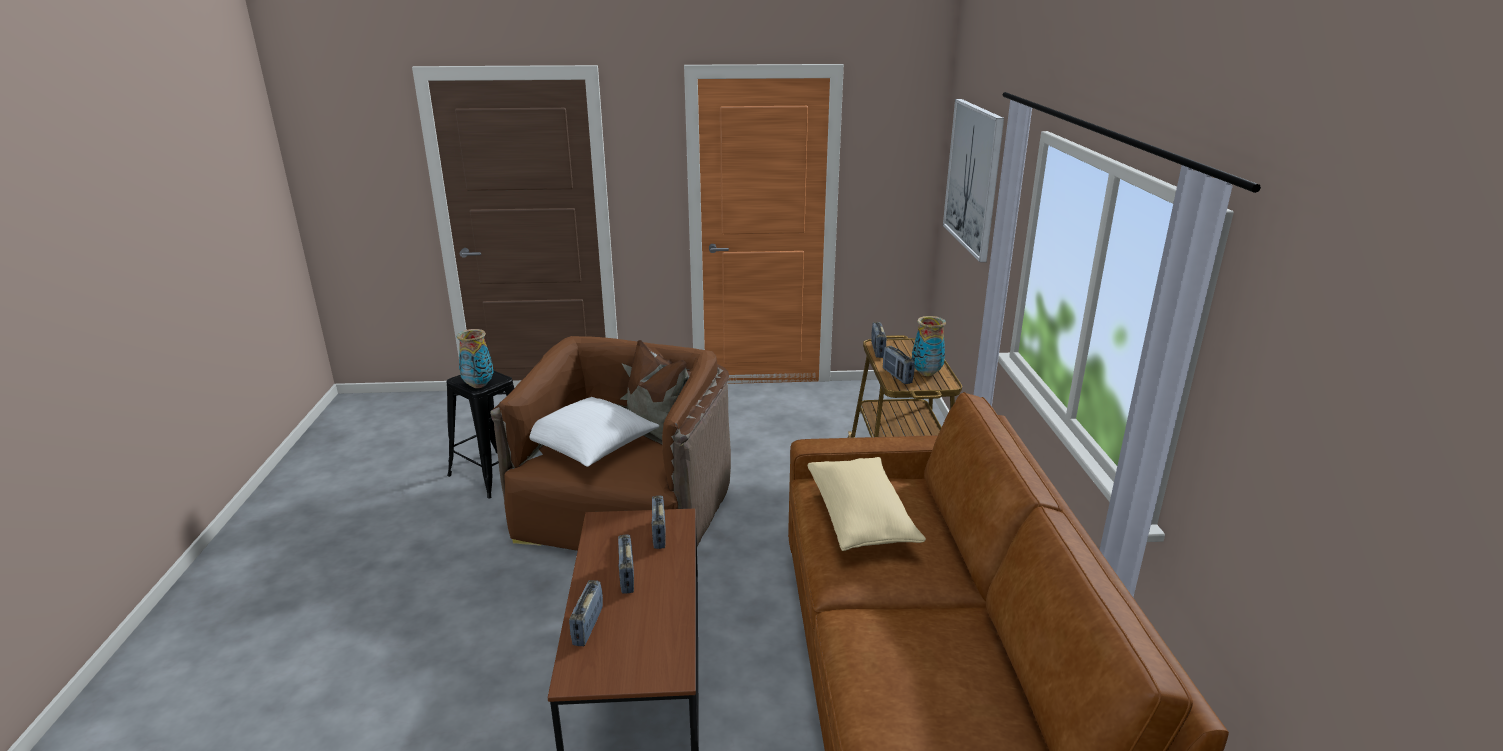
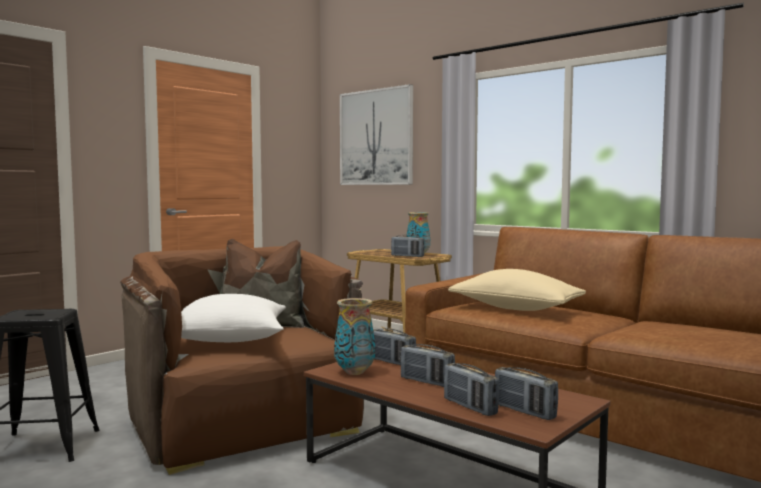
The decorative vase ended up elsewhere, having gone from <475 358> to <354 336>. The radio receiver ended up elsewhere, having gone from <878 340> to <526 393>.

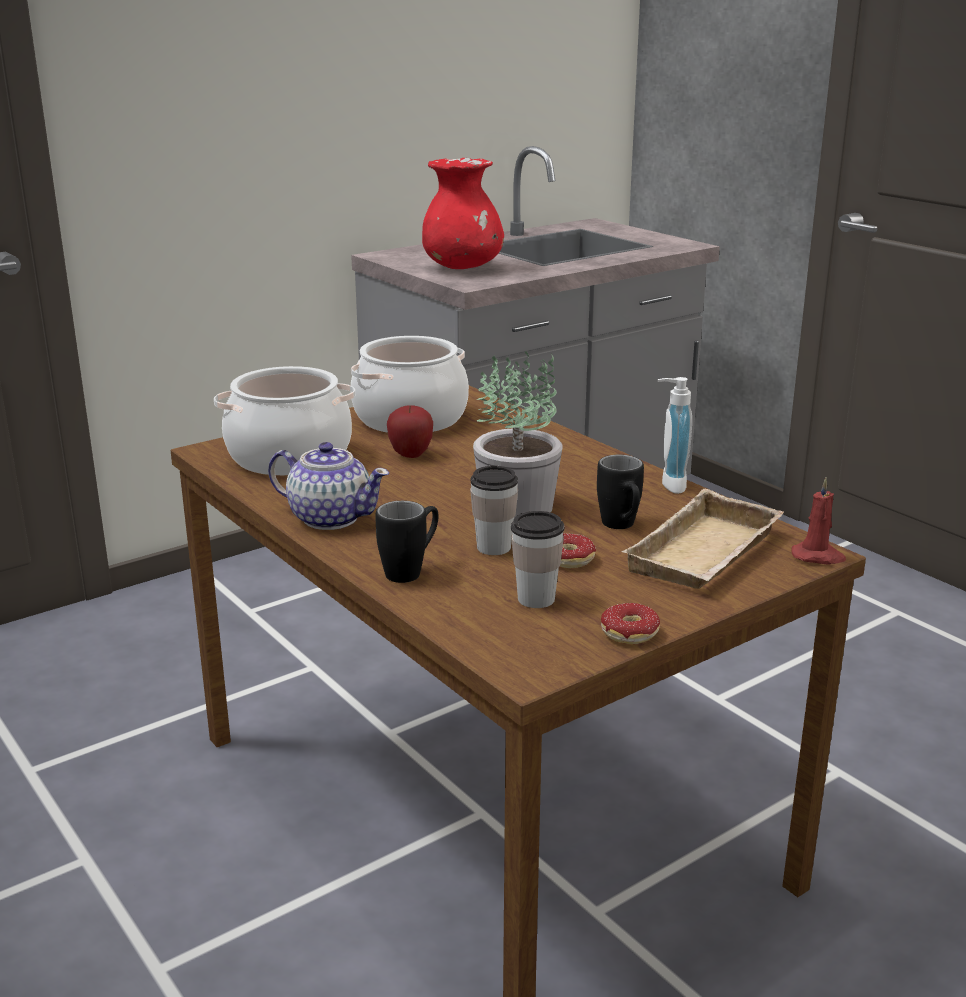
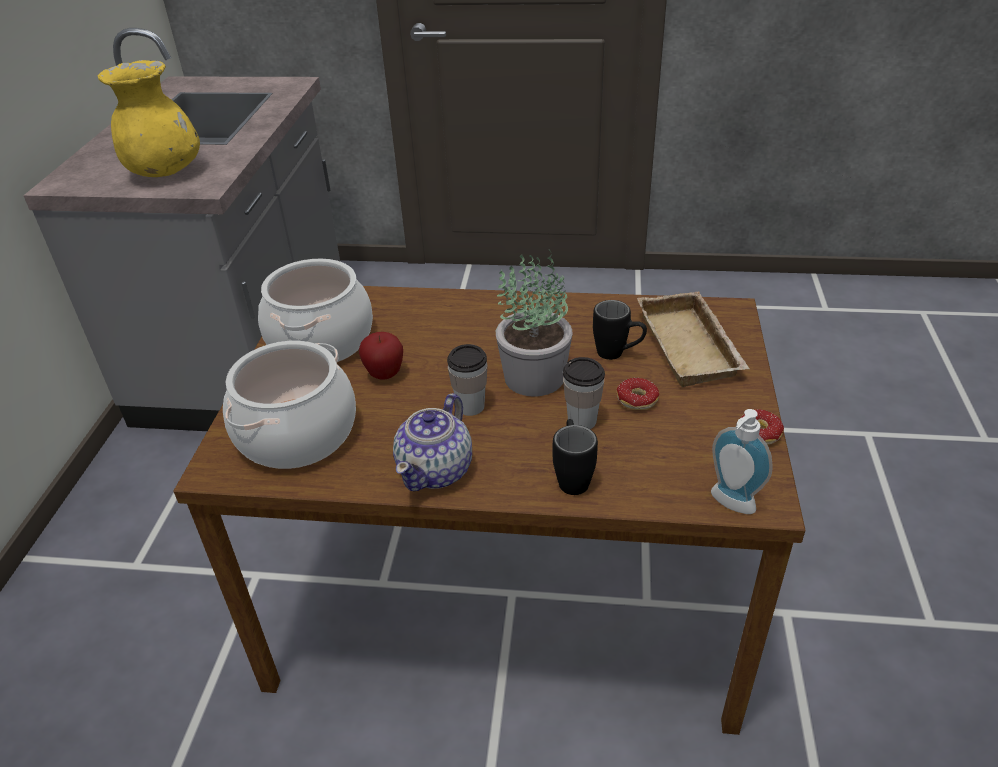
The teapot at <328 486> ended up facing another way, 135 degrees clockwise from before. What was the red decorative vase at <463 213> turned into the yellowish decorative vase at <149 118>. The small cup ended up elsewhere, having gone from <537 559> to <467 380>. The soap bottle ended up elsewhere, having gone from <674 435> to <742 461>. The second view lost the red candle at <819 520>.

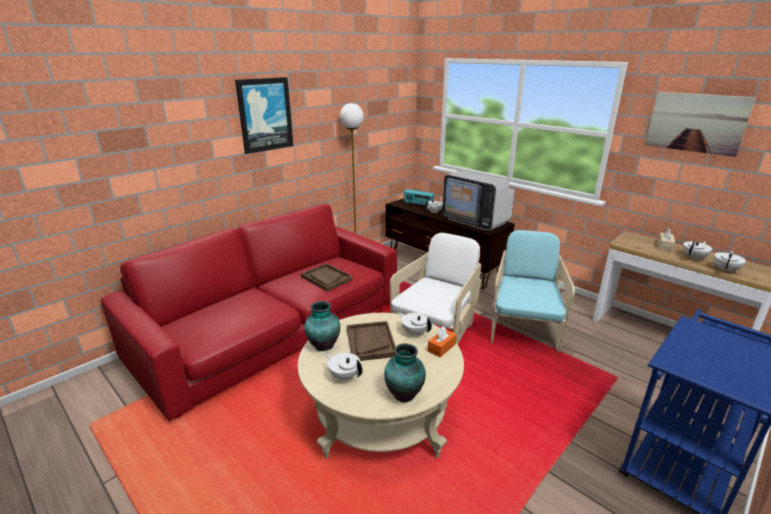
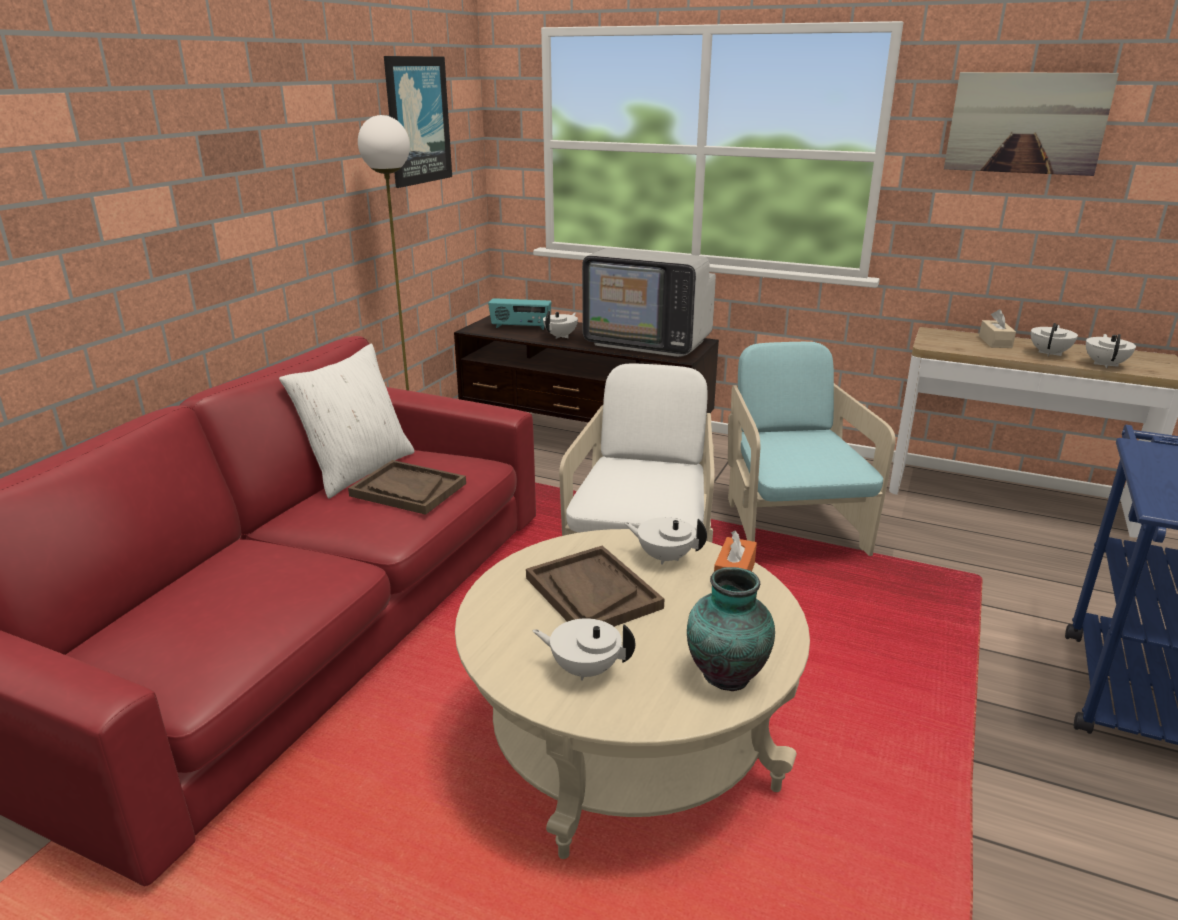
The picture ended up elsewhere, having gone from <264 115> to <418 122>. The second view lost the decorative vase at <322 326>. The second view gained the white-coloured pillow at <347 421>.

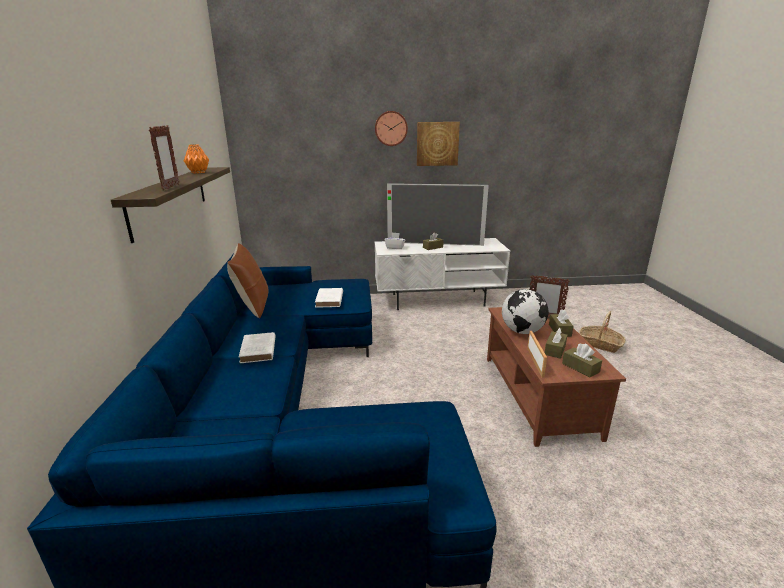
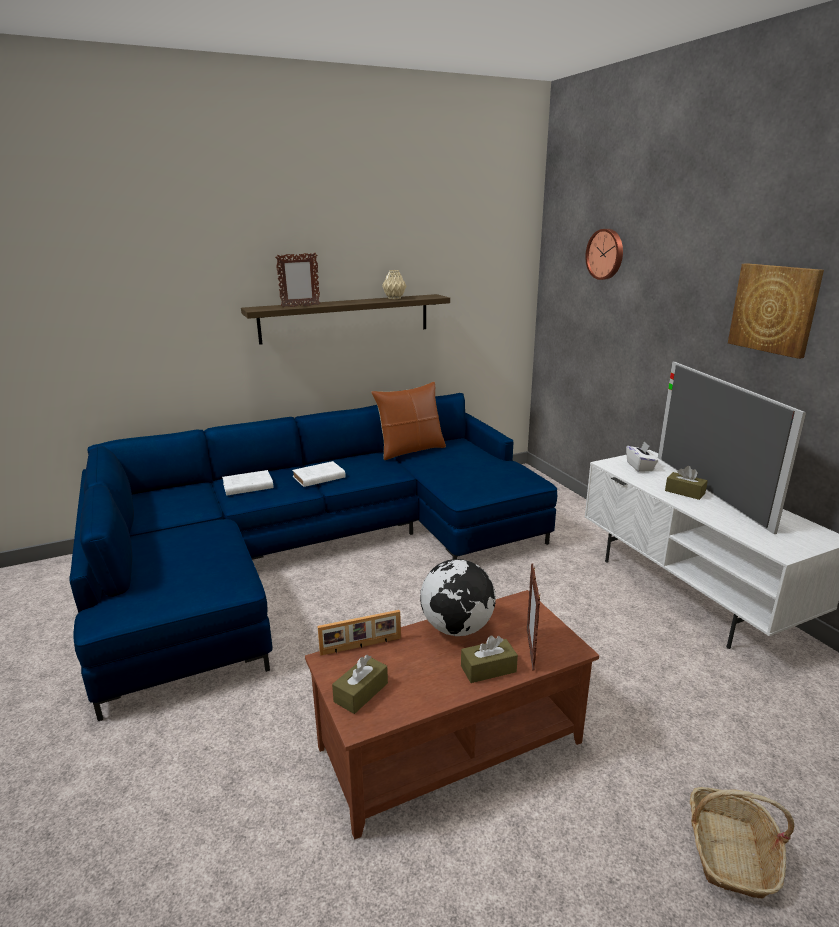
What was the orangey decorative vase at <196 159> turned into the beige-coloured decorative vase at <394 284>. The white-coloured book ended up elsewhere, having gone from <329 298> to <248 483>. The hanging clock ended up elsewhere, having gone from <391 128> to <604 254>. The second view lost the brownish box of tissues at <556 343>.

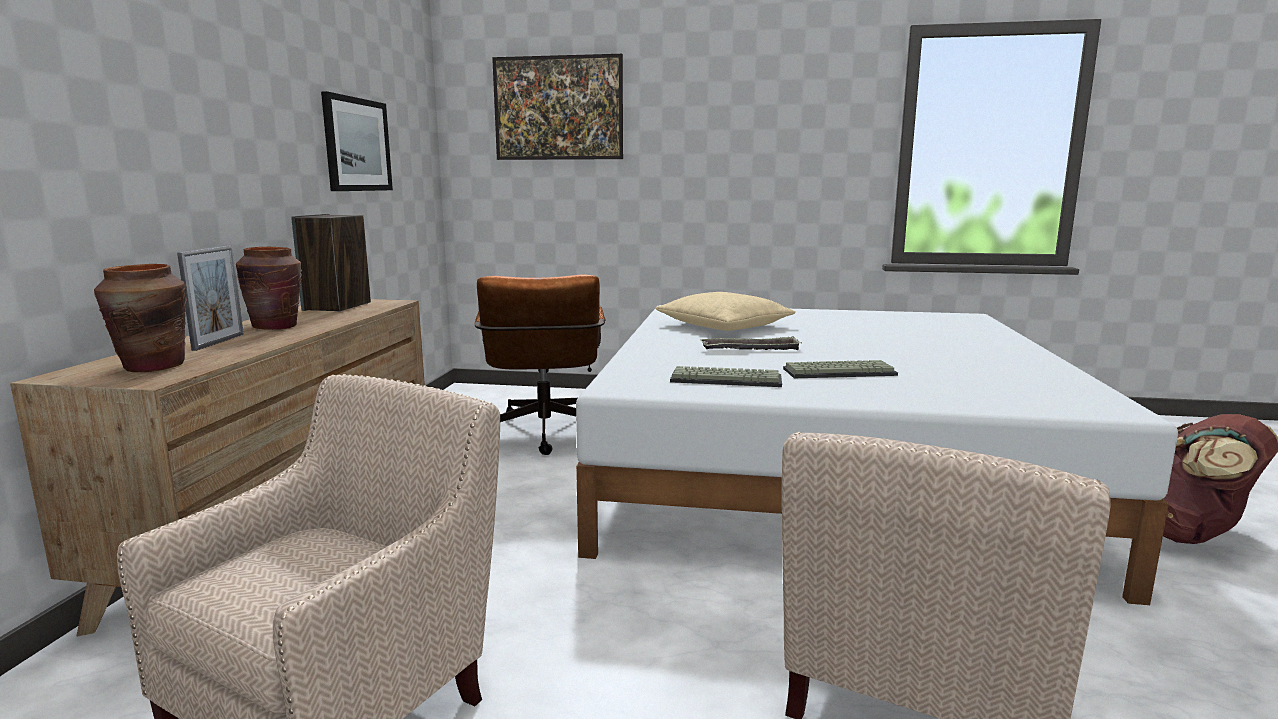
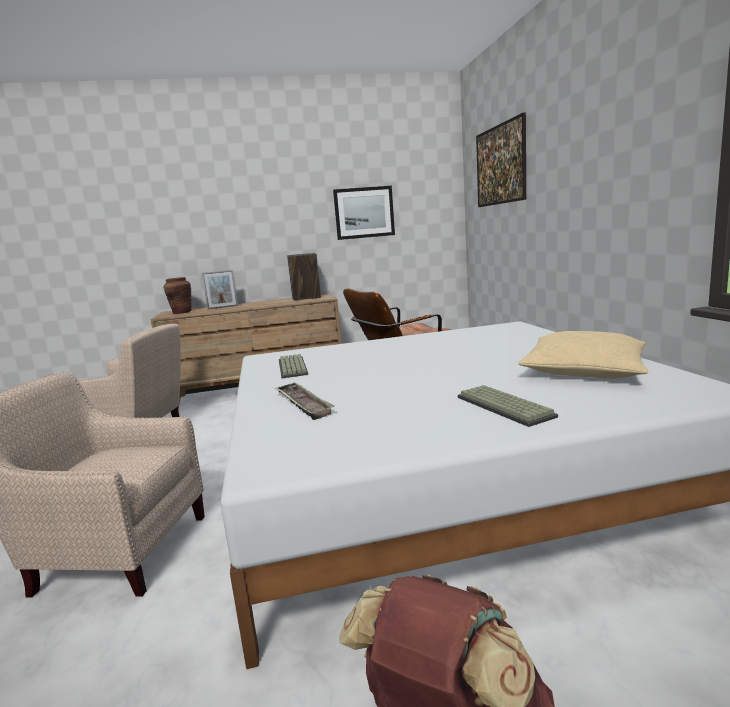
The second view lost the brownish decorative vase at <269 288>. The beige-coloured pillow ended up elsewhere, having gone from <725 311> to <583 355>. The serving tray ended up elsewhere, having gone from <750 343> to <304 401>. The PC keyboard ended up elsewhere, having gone from <840 369> to <508 406>.

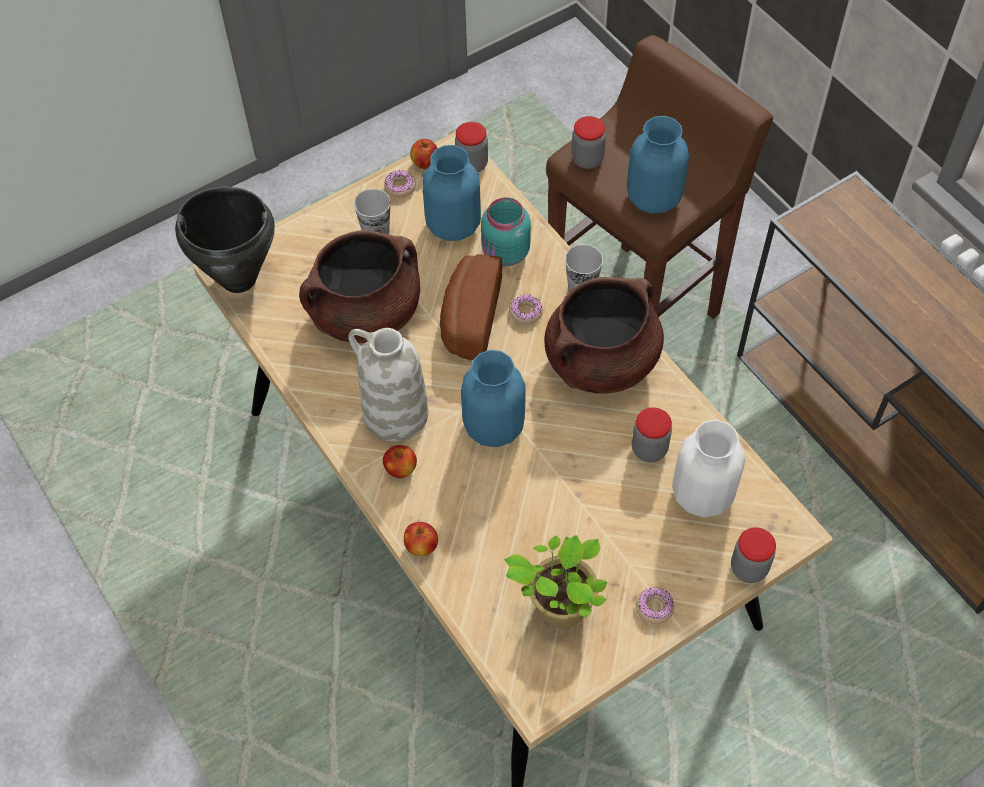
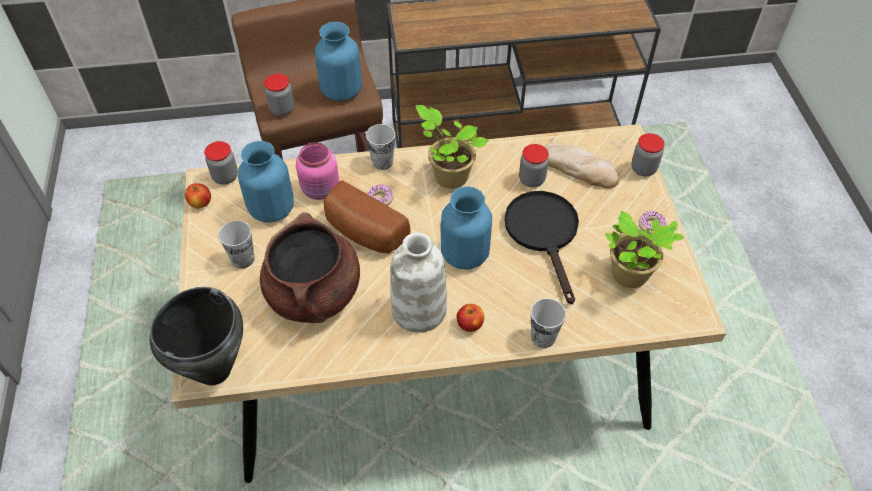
The second view lost the donut at <400 184>. Where the apple stood at <421 539>, the small cup came to stand at <548 323>. What was the blue-green preserve jar at <506 231> turned into the pink preserve jar at <317 171>. Where the brownish stockpot stood at <604 335>, the houseplant came to stand at <452 147>. Where the white-coloured decorative vase stood at <708 468>, the bread came to stand at <582 165>. The second view gained the black-coloured frying pan at <541 248>.

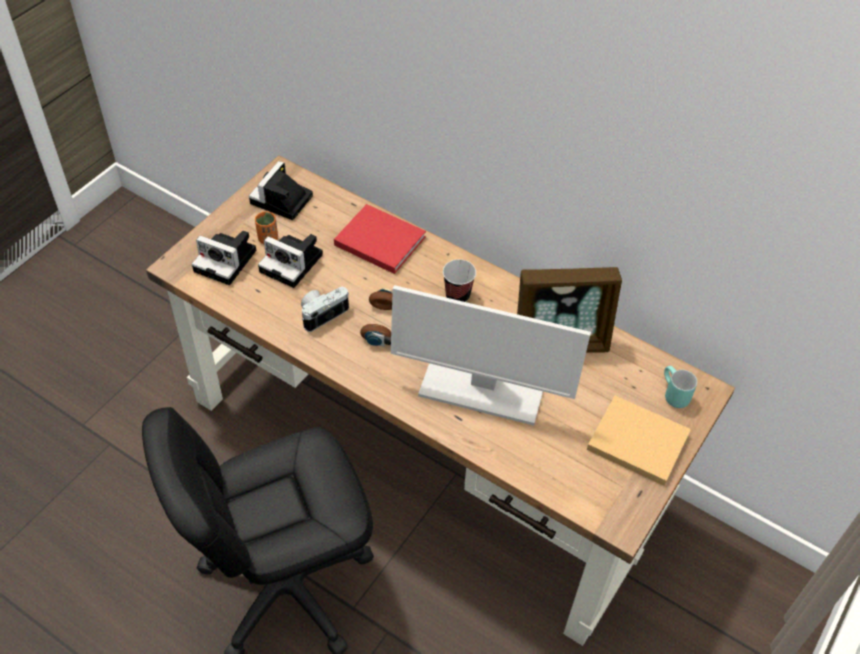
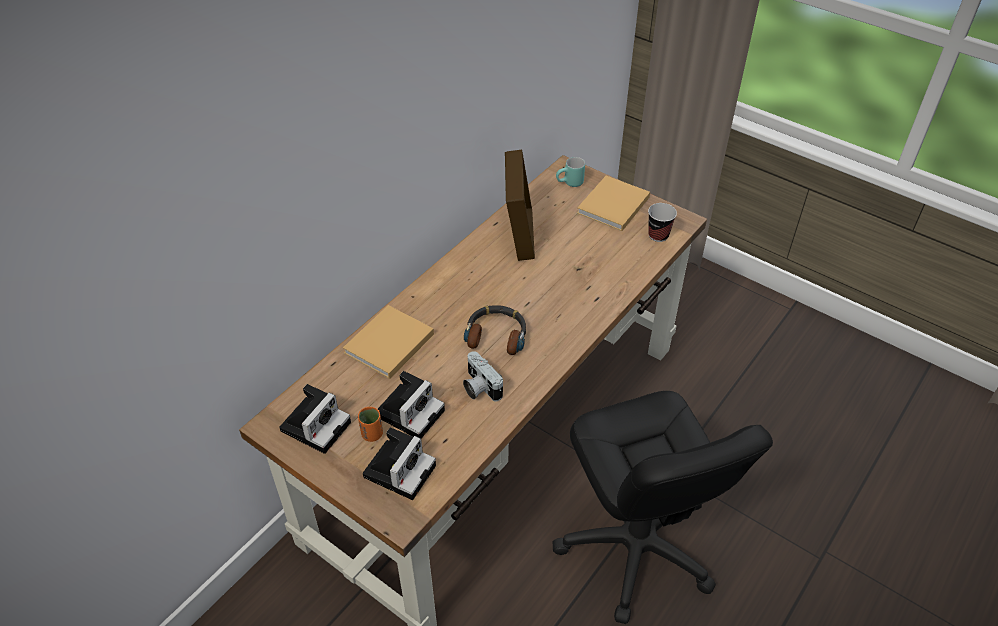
The still camera at <281 190> ended up facing another way, 90 degrees counterclockwise from before. What was the red book at <380 239> turned into the beige-coloured book at <388 342>. The second view lost the computer display at <491 355>. The small cup ended up elsewhere, having gone from <459 280> to <662 222>.

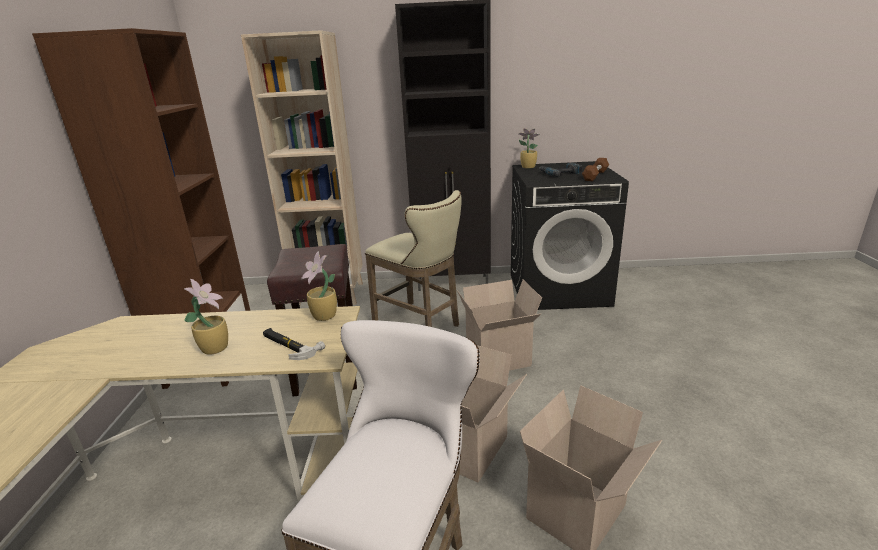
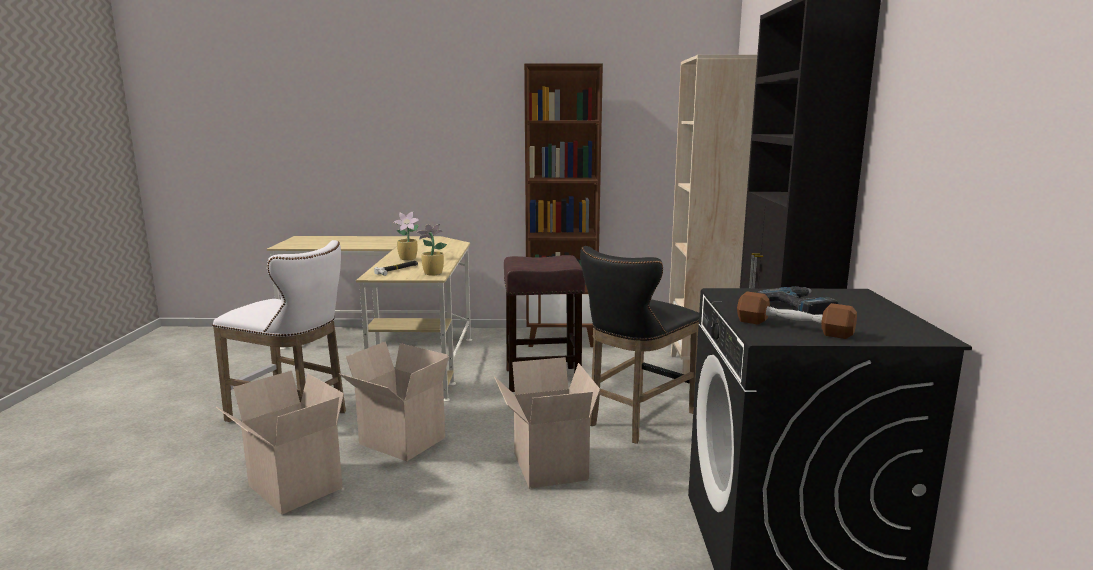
What was the beige-coloured sitting stool at <413 258> turned into the black-coloured sitting stool at <639 345>. The second view lost the houseplant at <529 148>.

